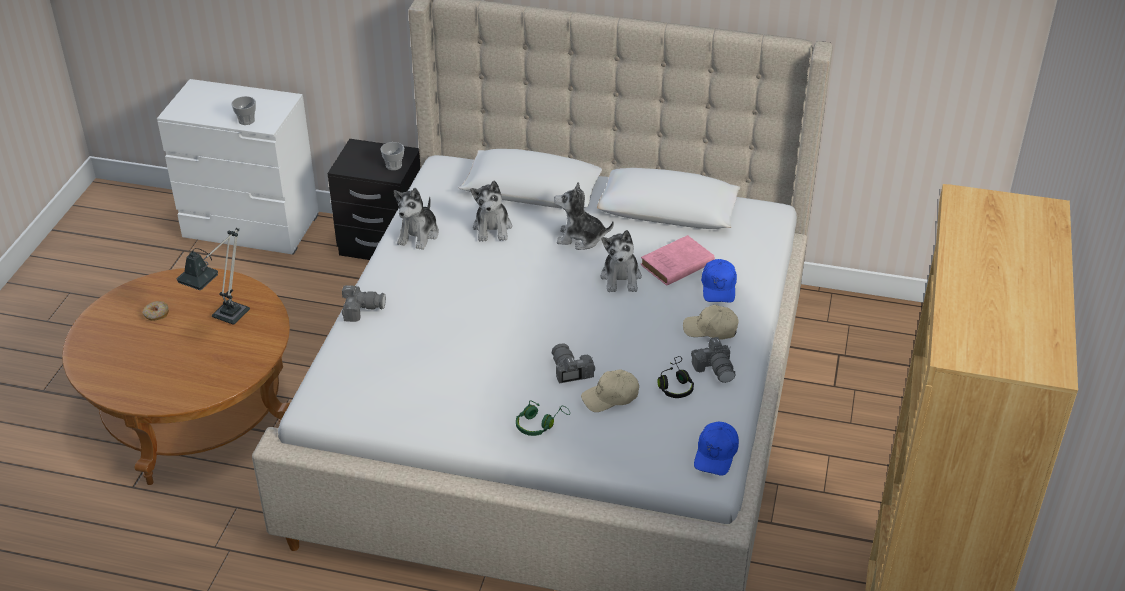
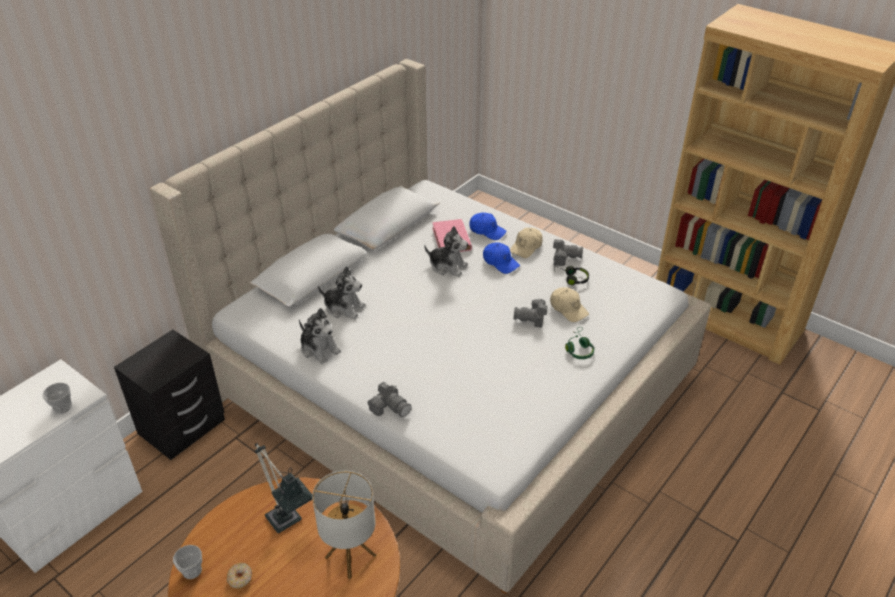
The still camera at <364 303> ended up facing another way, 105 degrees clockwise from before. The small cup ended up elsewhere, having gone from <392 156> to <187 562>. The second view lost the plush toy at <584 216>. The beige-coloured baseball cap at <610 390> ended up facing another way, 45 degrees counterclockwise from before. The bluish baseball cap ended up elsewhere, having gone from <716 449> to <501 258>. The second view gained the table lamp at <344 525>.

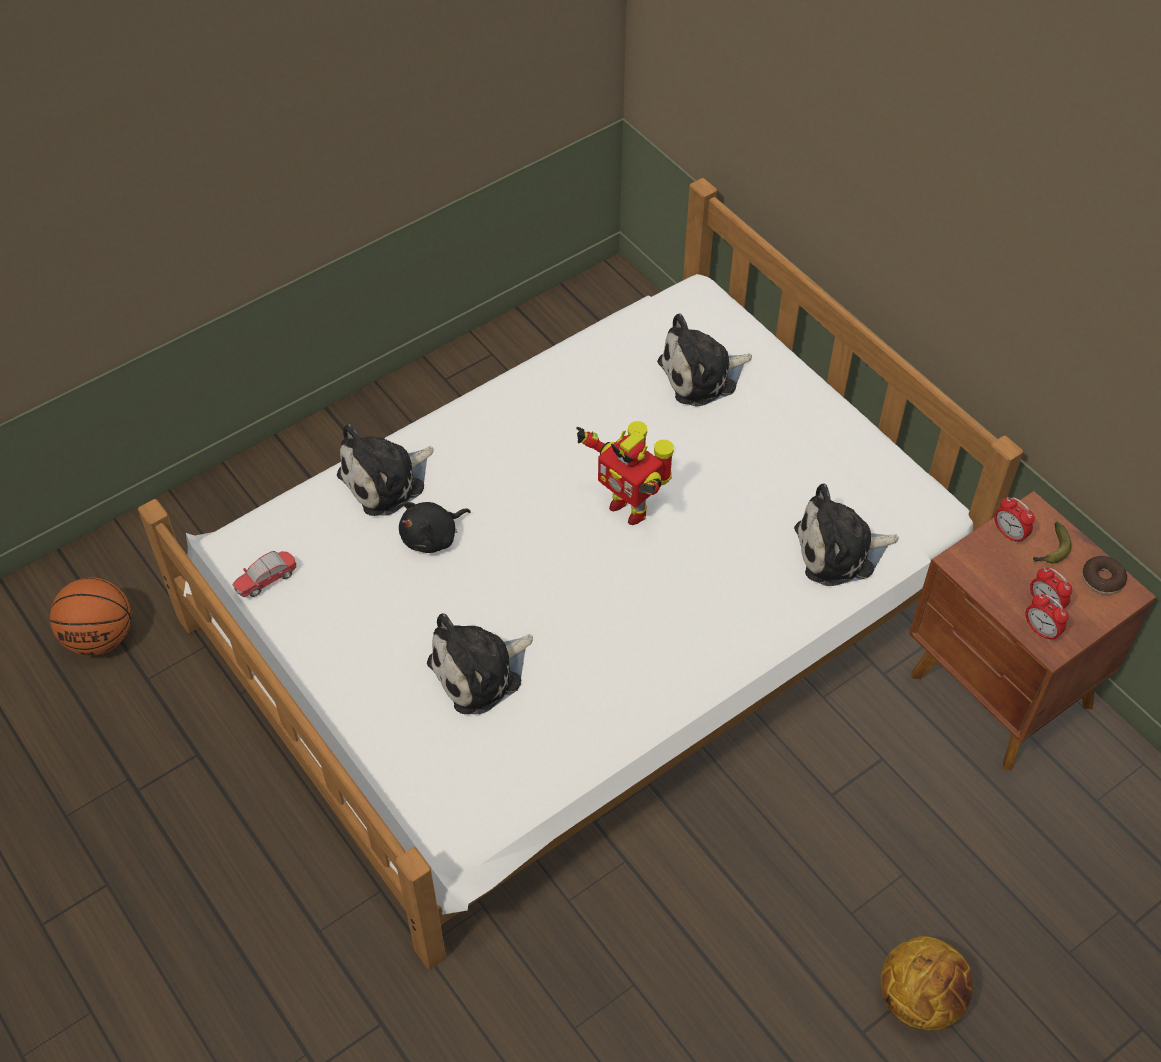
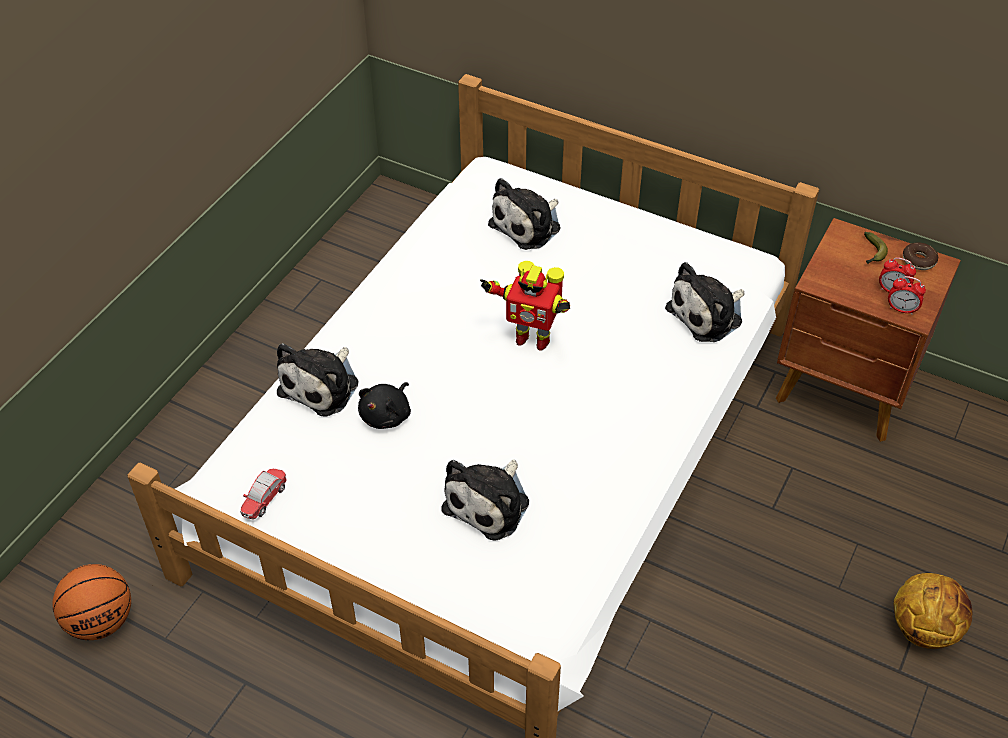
The second view lost the table clock at <1014 520>.

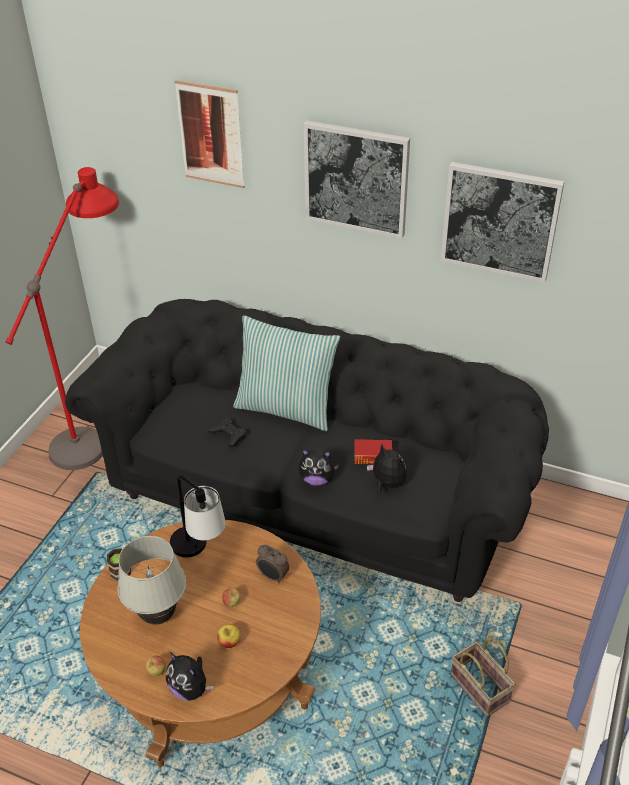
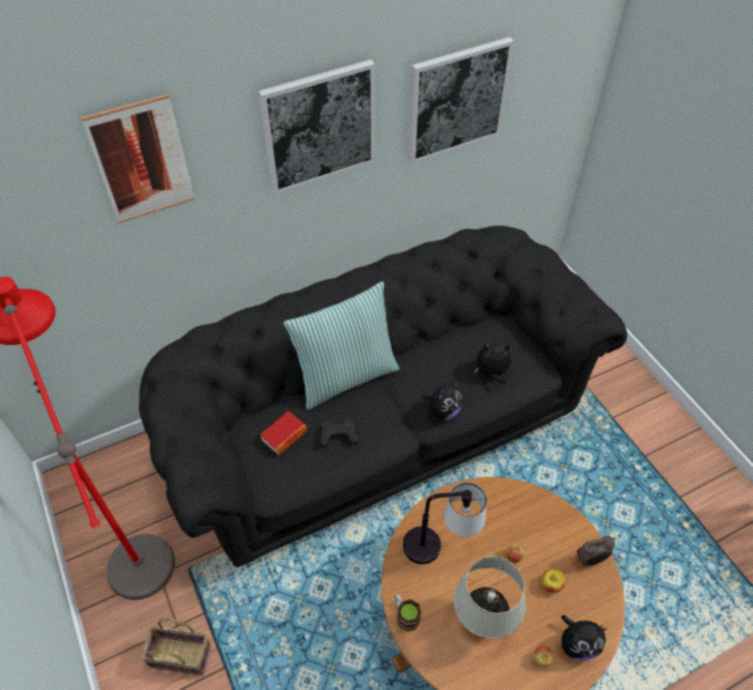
The table clock ended up elsewhere, having gone from <272 563> to <595 551>. The book ended up elsewhere, having gone from <373 451> to <284 433>. The basket ended up elsewhere, having gone from <483 677> to <176 647>.

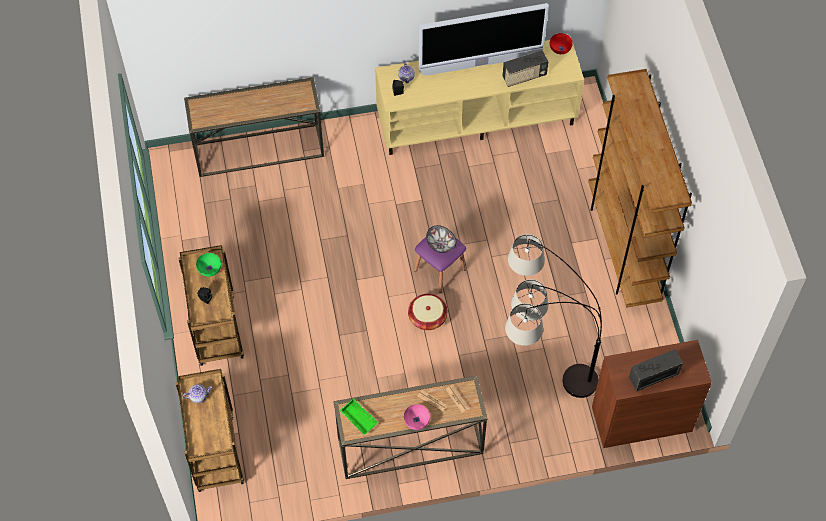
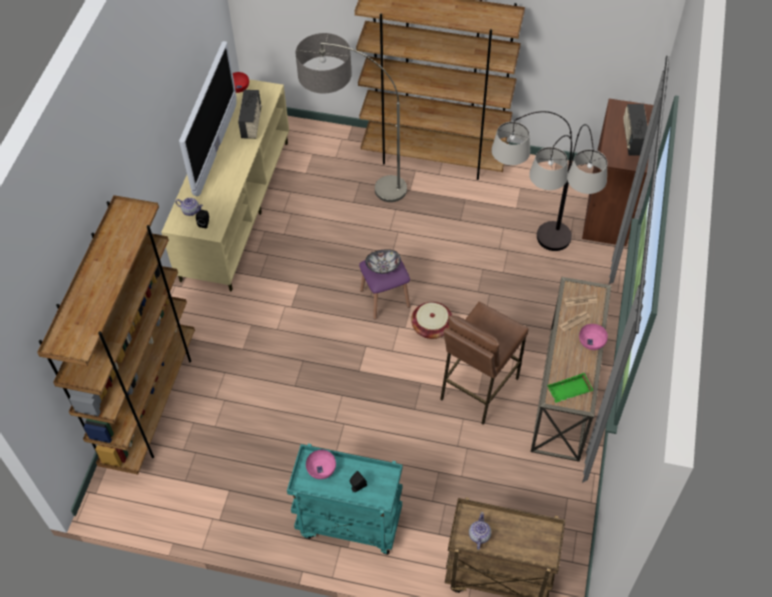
What was the brownish trolley at <211 305> turned into the blue-green trolley at <344 499>. Where the hall table stood at <254 127>, the brownish shelving unit came to stand at <116 335>. What was the green-coloured serving bowl at <208 265> turned into the pink serving bowl at <321 464>. The second view gained the standard lamp at <351 117>. The second view gained the brownish sitting stool at <484 363>.

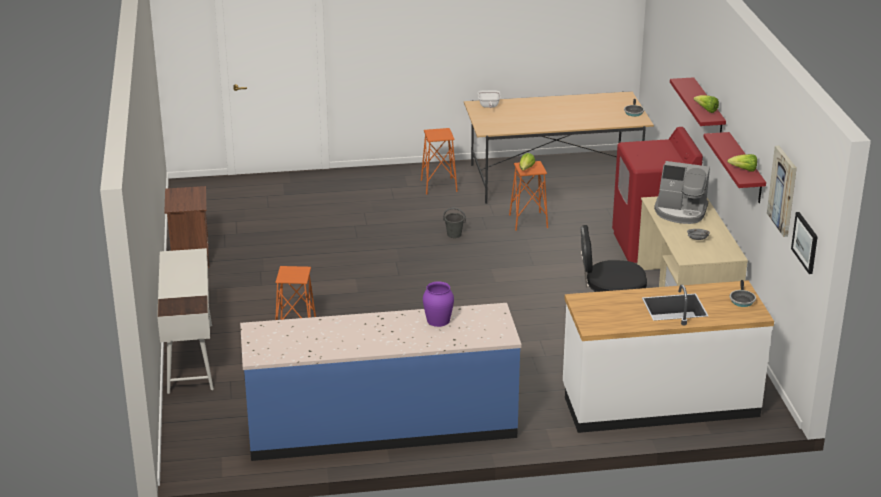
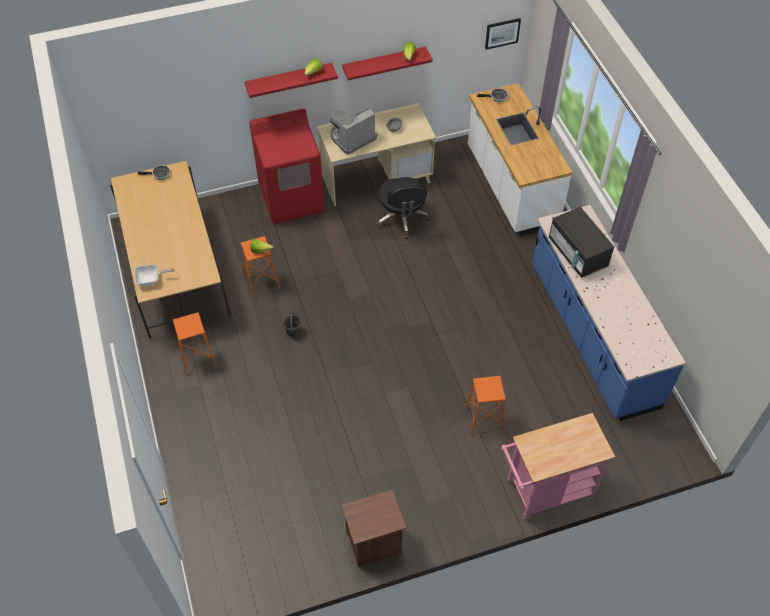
Where the white-coloured desk table stood at <185 321>, the pink trolley came to stand at <558 466>. Where the purple-coloured decorative vase stood at <438 304>, the black-coloured microwave came to stand at <581 242>. The coffee brewer at <682 192> ended up facing another way, 135 degrees counterclockwise from before. The second view lost the picture at <782 191>.

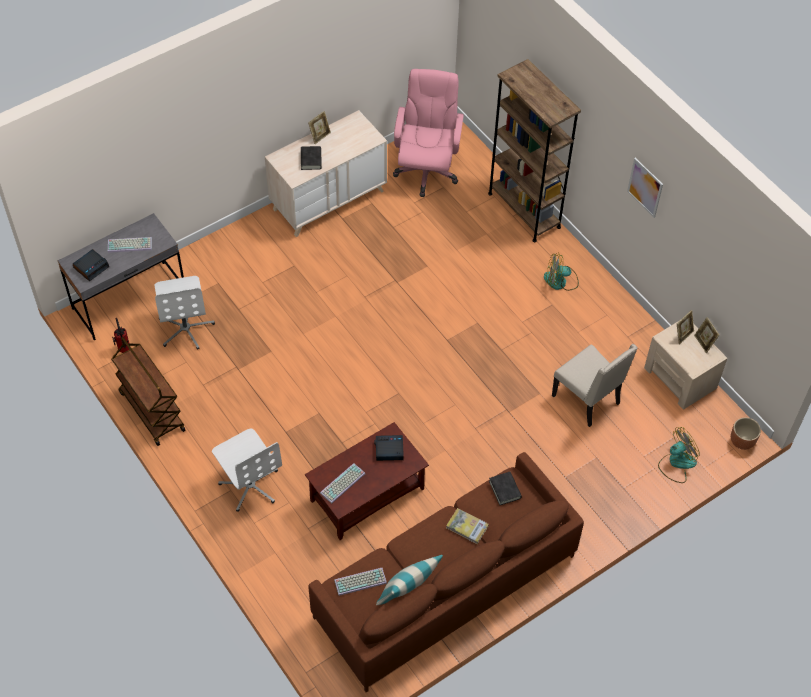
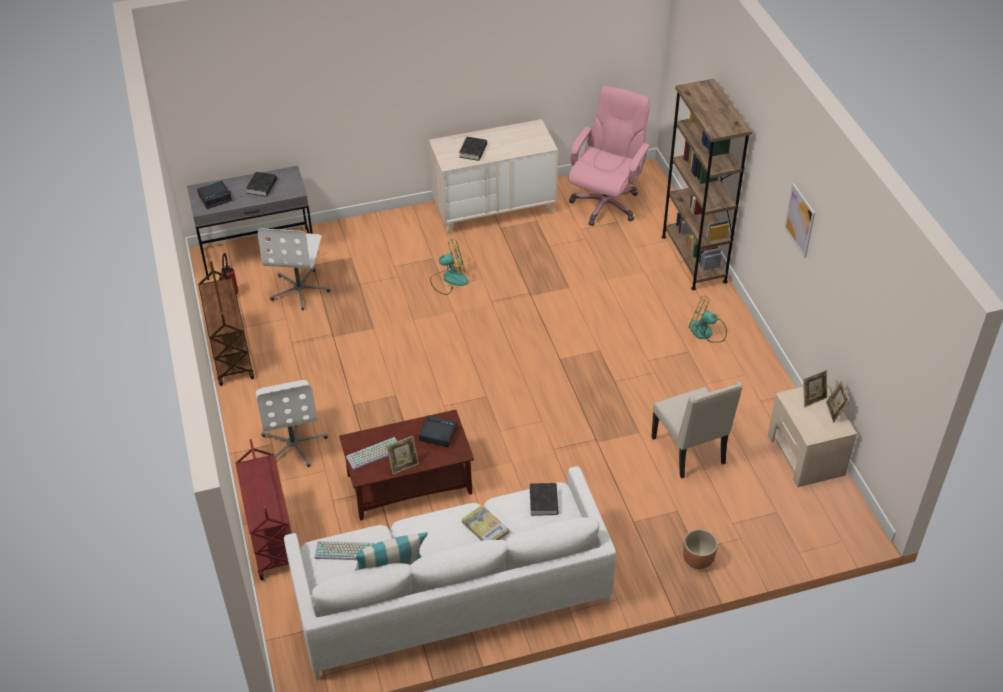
Where the PC keyboard stood at <130 245>, the black-coloured book came to stand at <261 184>. The photo frame ended up elsewhere, having gone from <319 127> to <402 455>. What was the brownish couch at <446 572> turned into the white-coloured couch at <450 573>. The electric fan ended up elsewhere, having gone from <679 455> to <449 267>. The brownish flower pot ended up elsewhere, having gone from <746 433> to <700 549>. The second view gained the red trolley at <264 509>.

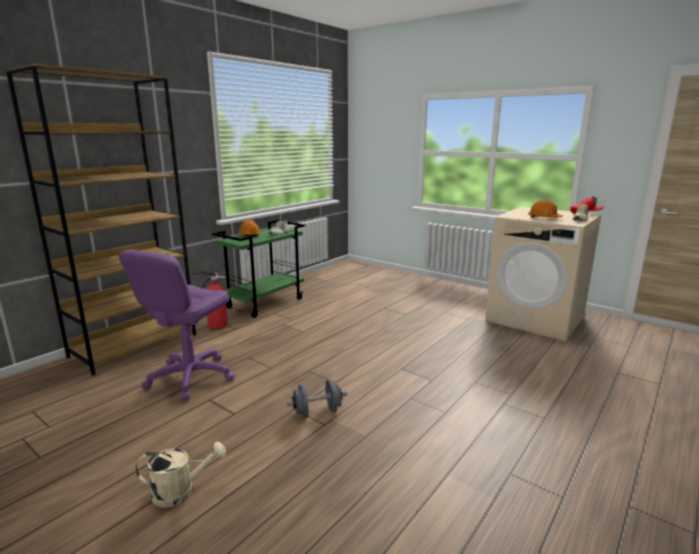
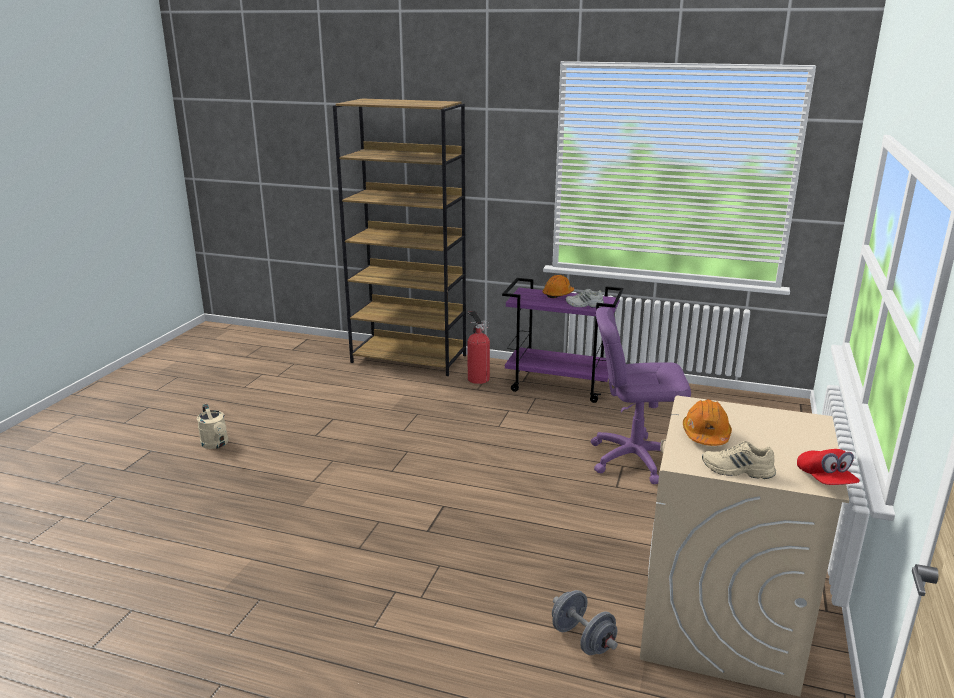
The purple-coloured office chair ended up elsewhere, having gone from <177 325> to <641 395>. What was the green-coloured trolley at <258 269> turned into the purple-coloured trolley at <563 340>. The grey free weight ended up elsewhere, having gone from <317 398> to <585 622>.

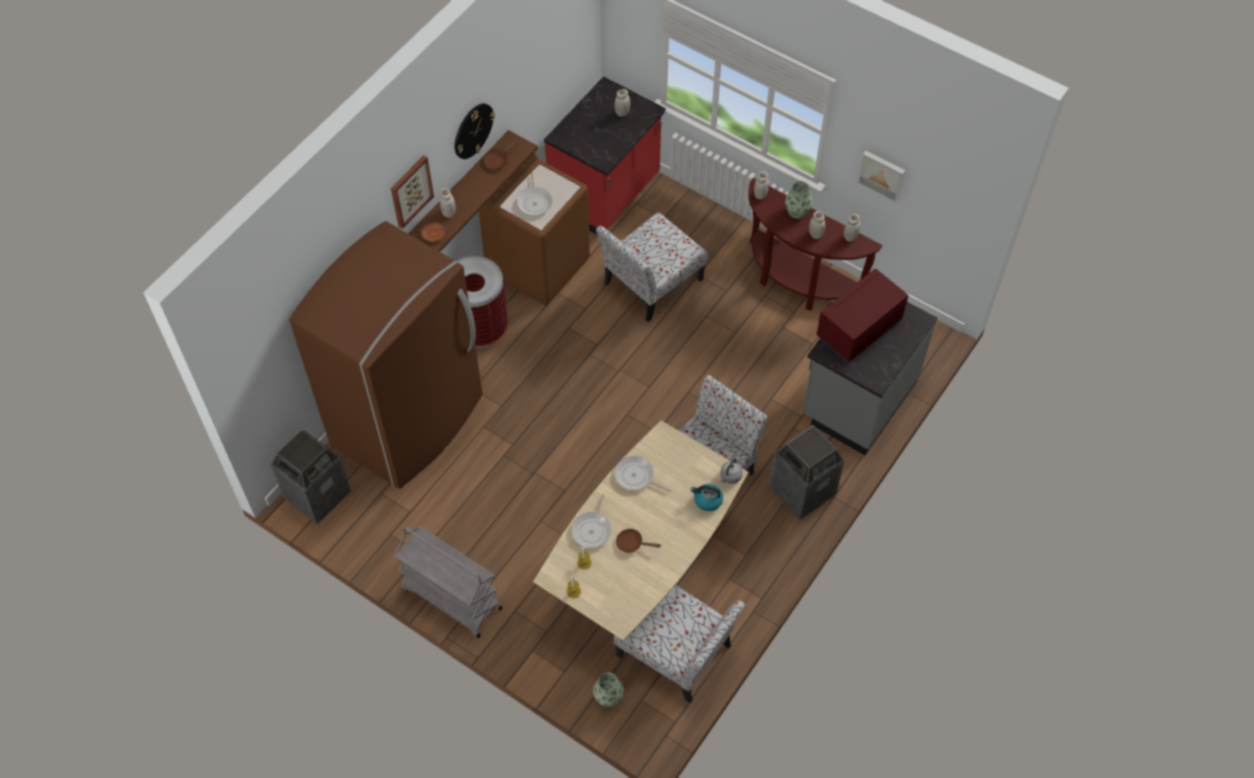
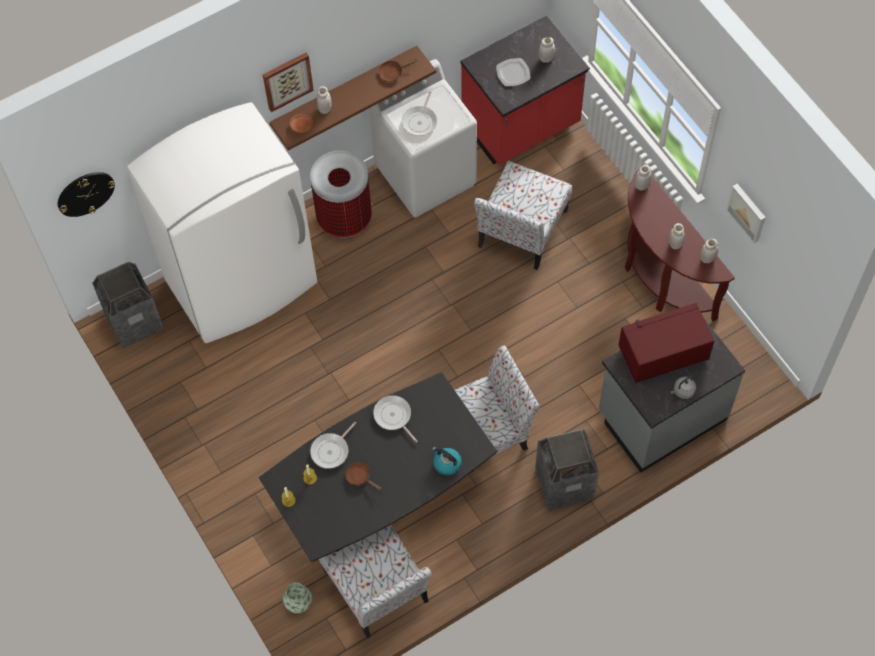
What was the brownish fridge at <386 355> turned into the white-coloured fridge at <222 222>. The second view lost the grey trolley at <448 582>. The hanging clock ended up elsewhere, having gone from <475 131> to <86 194>. What was the brownish laundry machine at <534 228> turned into the white-coloured laundry machine at <423 138>. What was the beige-coloured kitchen table at <640 531> turned into the black-coloured kitchen table at <378 467>. The chair at <652 267> ended up facing another way, 45 degrees counterclockwise from before. The grey tea kettle ended up elsewhere, having gone from <731 471> to <683 387>. The second view lost the decorative vase at <798 200>. The second view gained the plate at <513 72>.

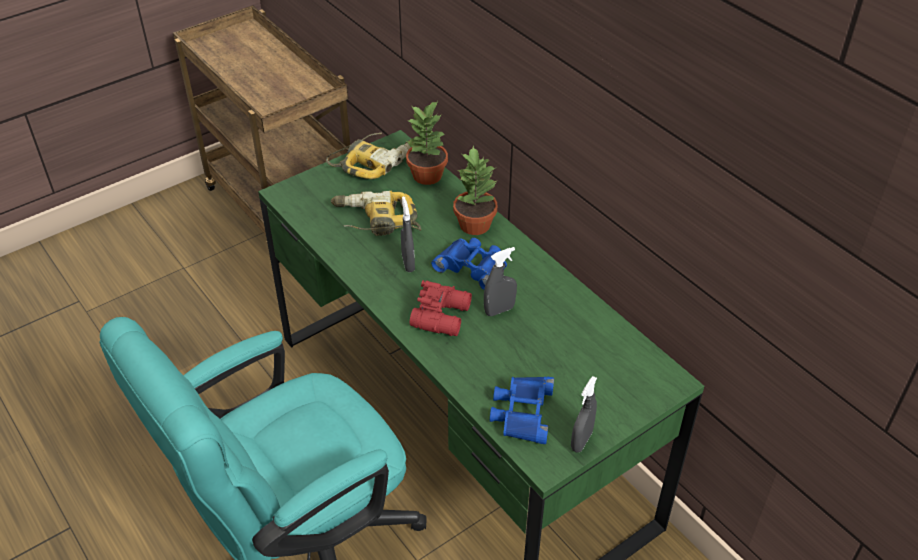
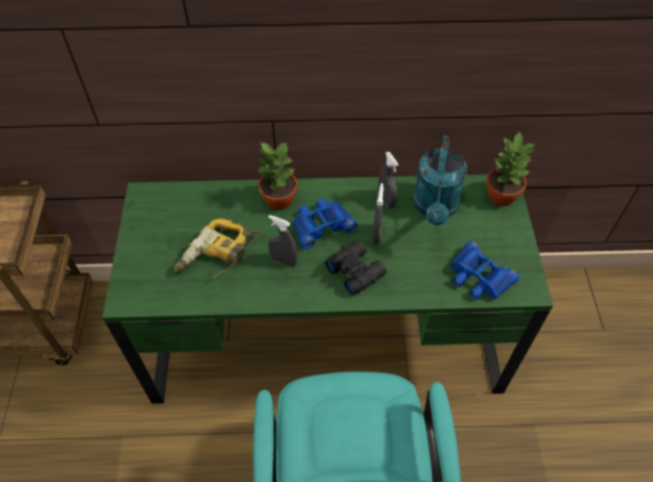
The second view lost the power drill at <368 156>. The houseplant ended up elsewhere, having gone from <427 143> to <511 168>. What was the red pair of binoculars at <441 308> turned into the black-coloured pair of binoculars at <356 267>. The grey hand sprayer ended up elsewhere, having gone from <584 414> to <388 180>. The second view gained the blue-green sprinkling can at <440 180>.

